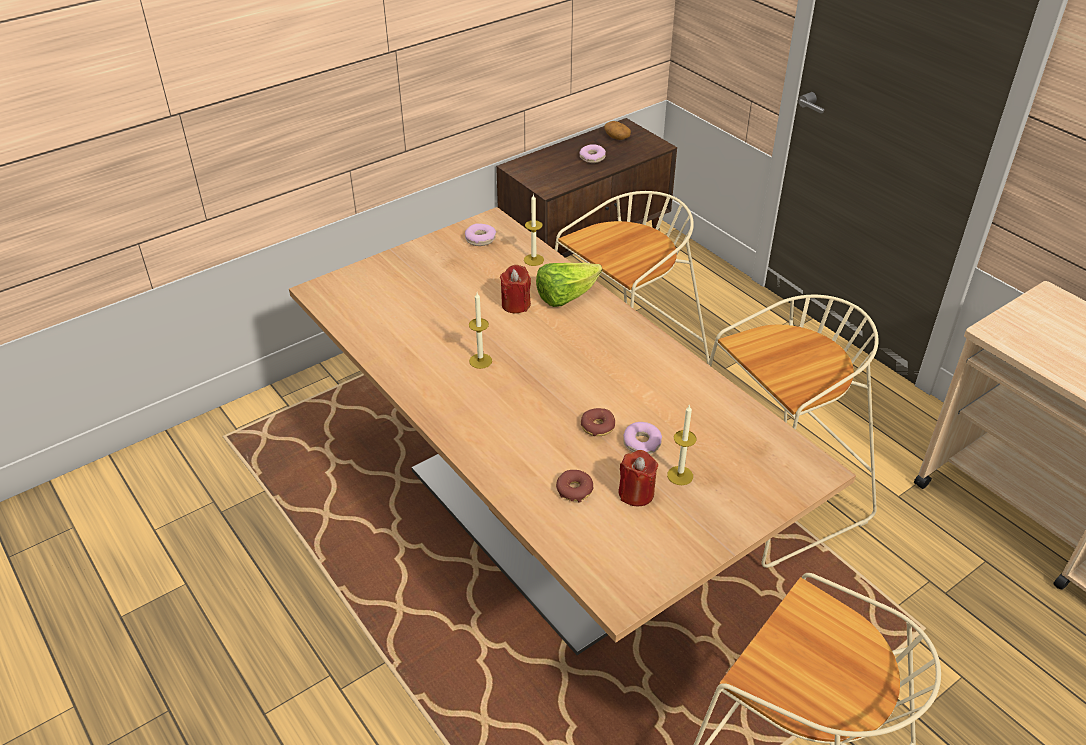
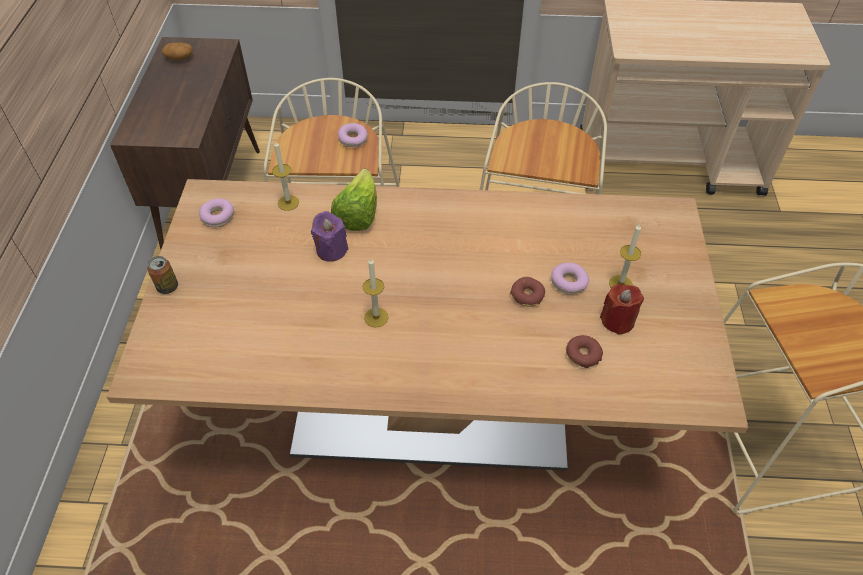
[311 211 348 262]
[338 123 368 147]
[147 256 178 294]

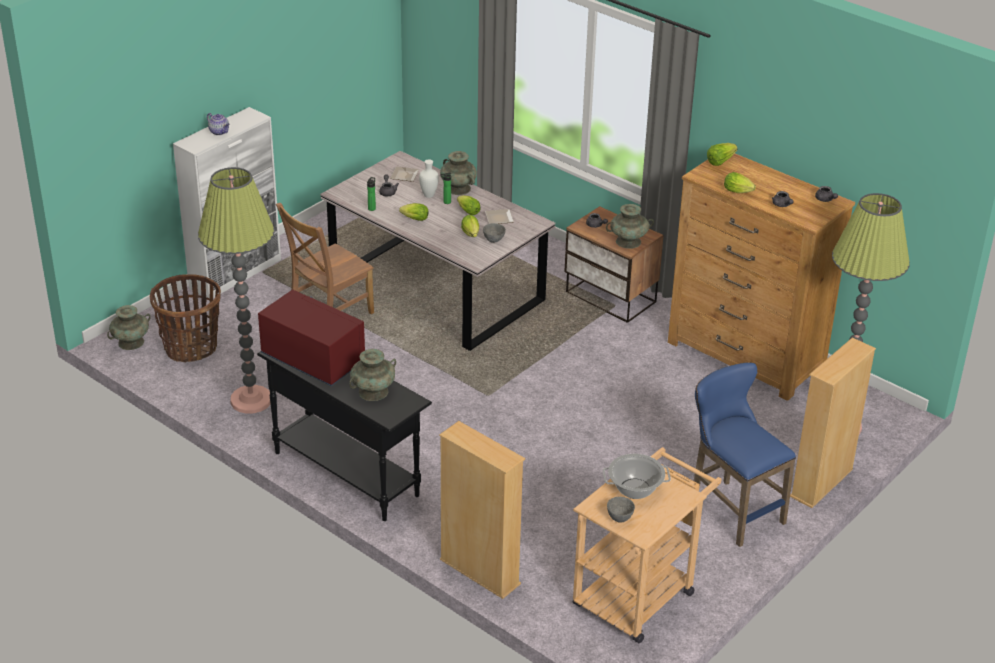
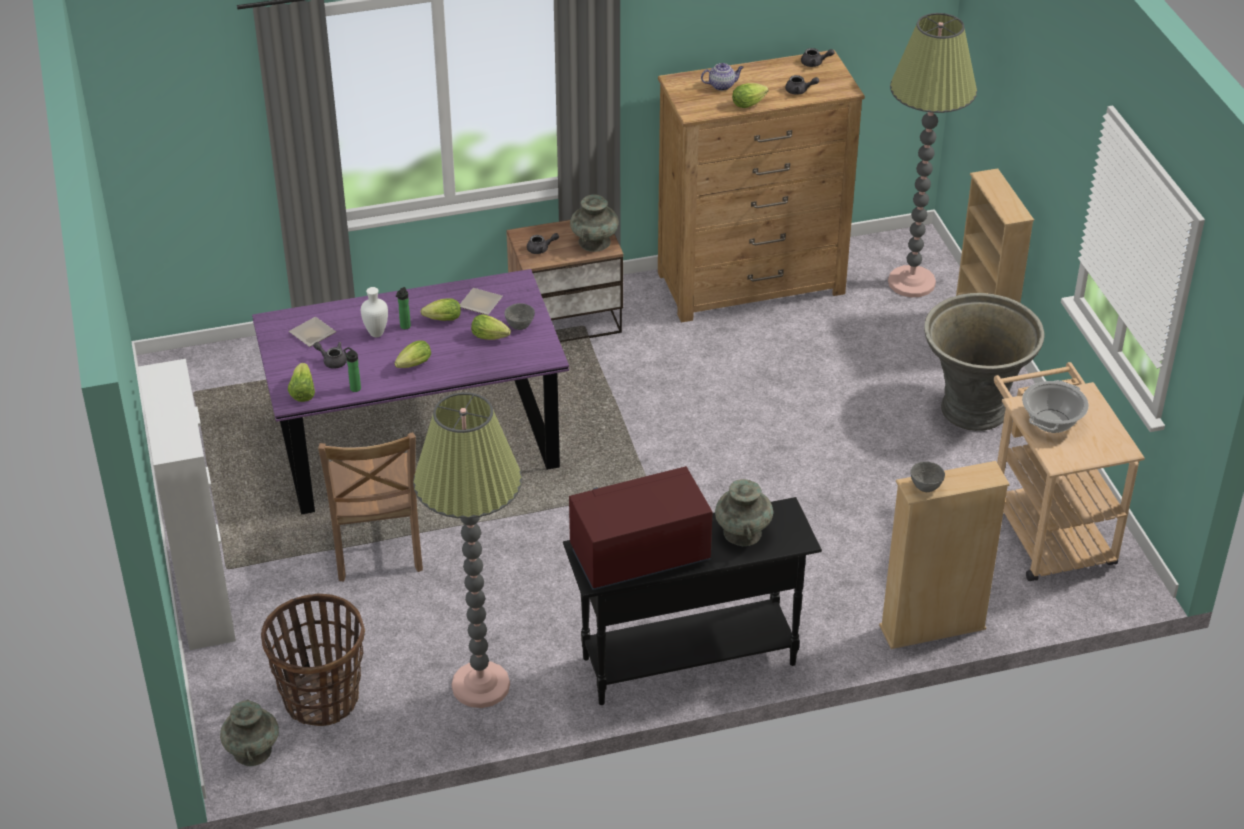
[701 63 744 91]
[252 269 569 515]
[440 151 477 195] (first image)
[910 462 945 492]
[924 293 1045 431]
[288 363 315 402]

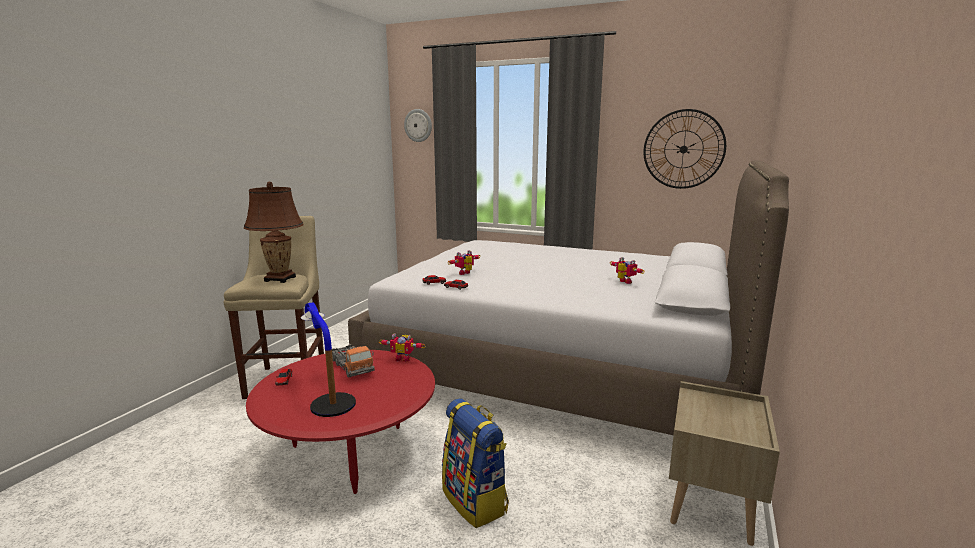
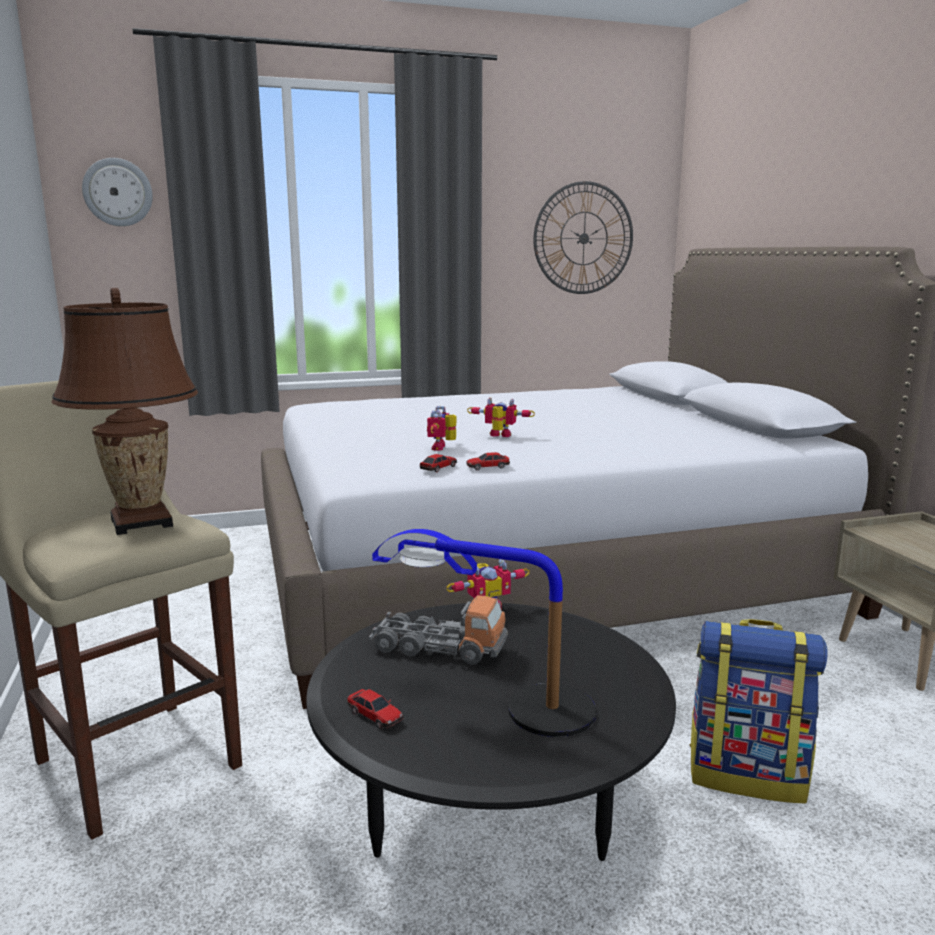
[306 603 676 861]
[467 398 535 437]

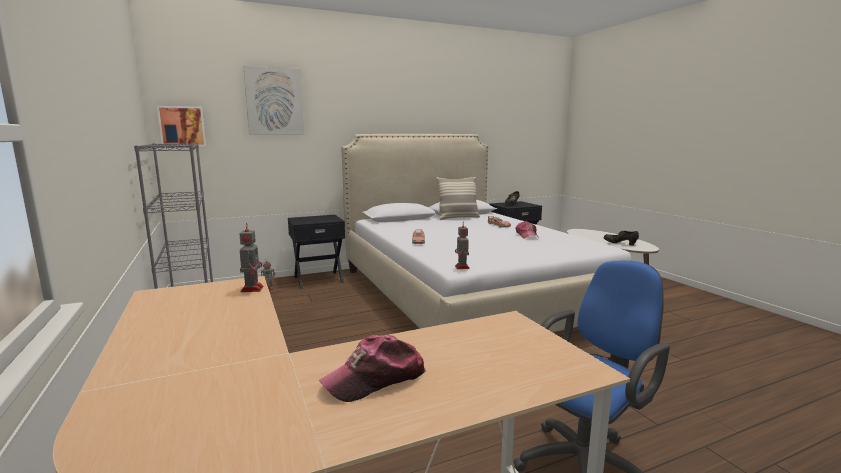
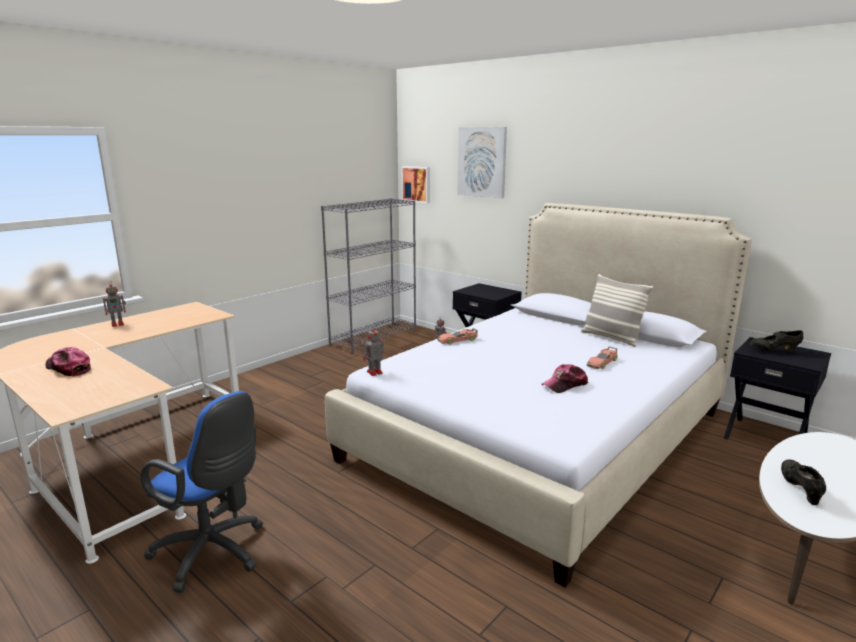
[103 281 126 327]

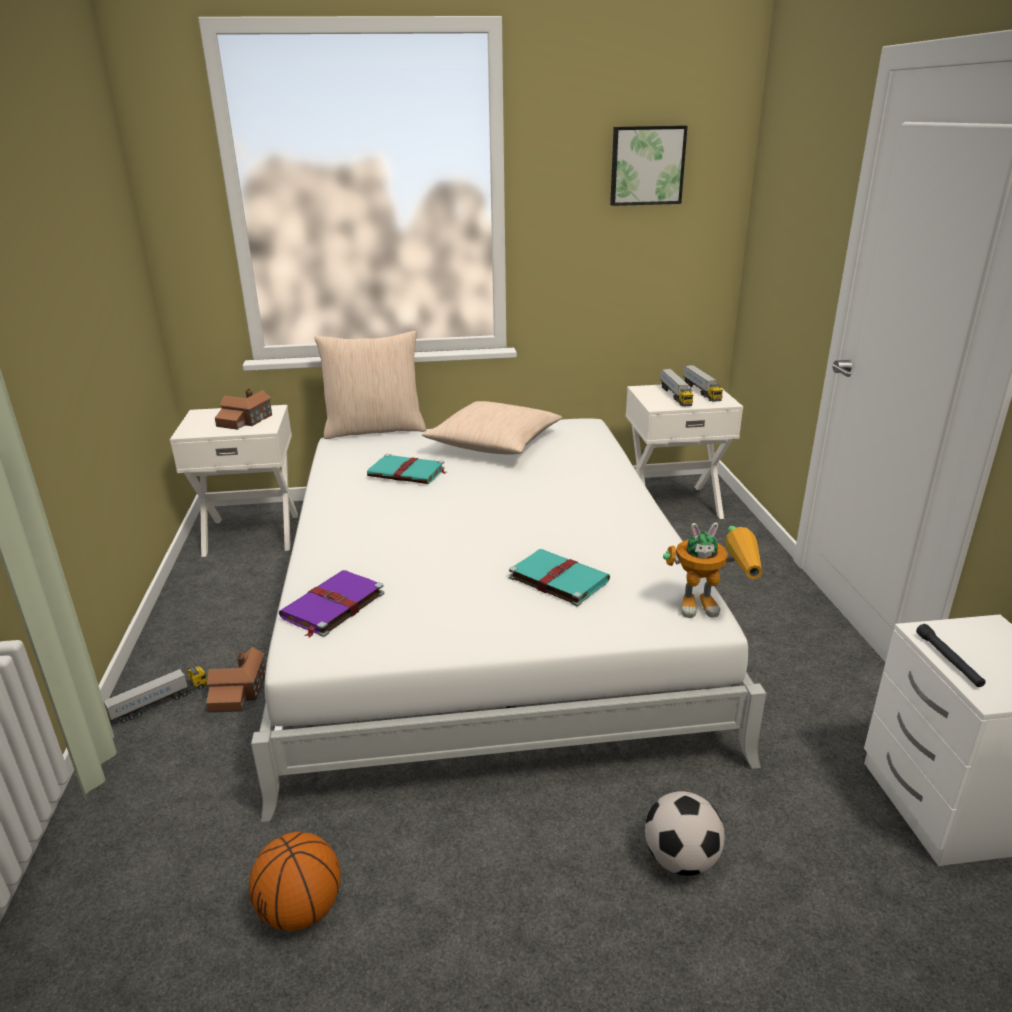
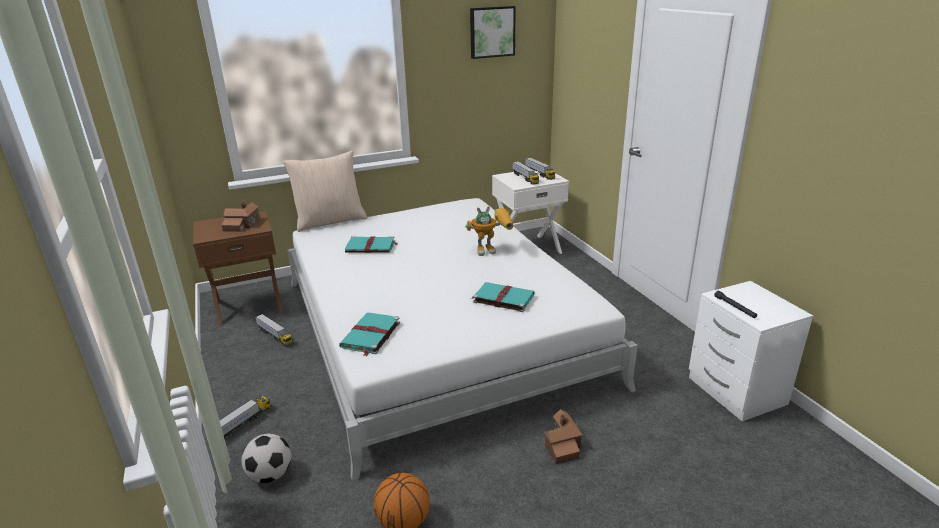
[193 211 283 327]
[544 409 583 464]
[339 313 400 356]
[422 401 563 455] (first image)
[241 434 291 483]
[465 206 513 256]
[255 314 293 347]

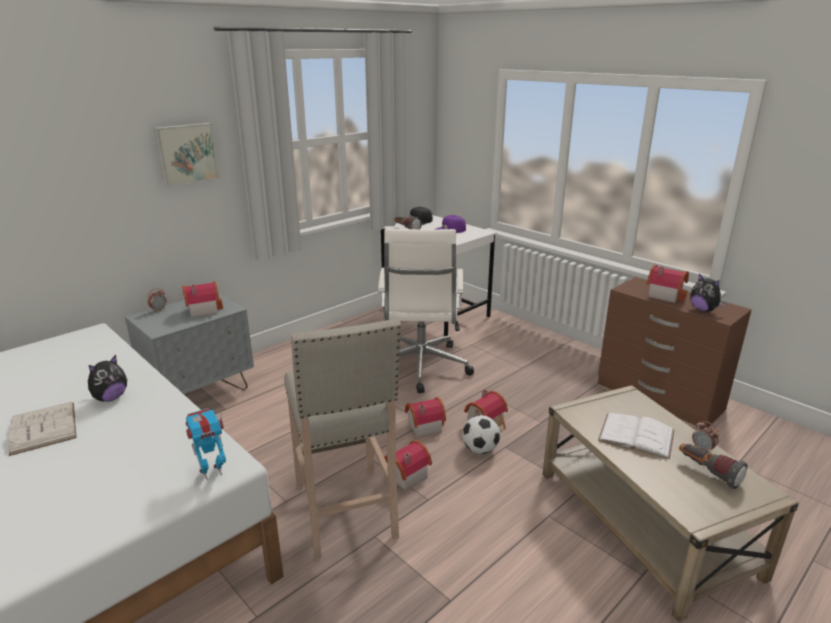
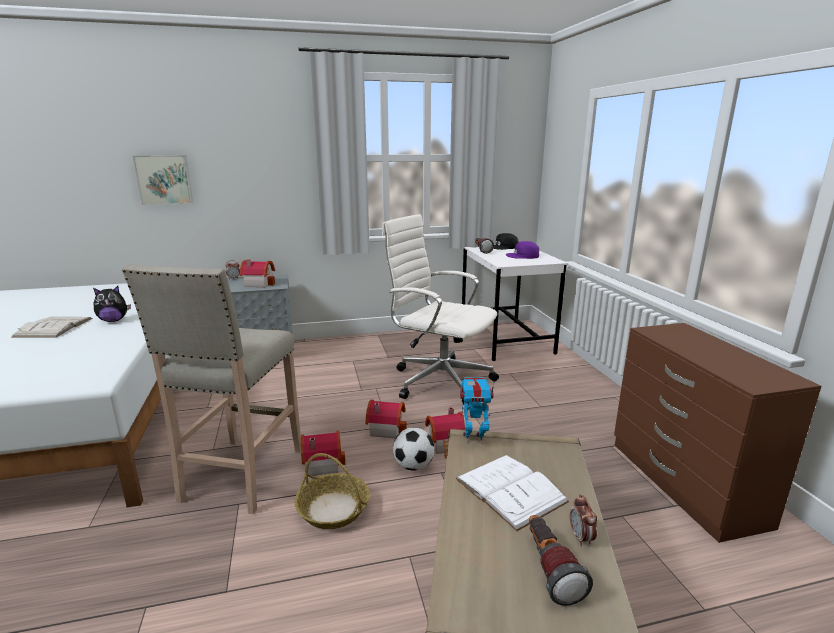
[133 155 193 205]
[460 377 494 444]
[382 214 499 405]
[647 265 689 303] (first image)
[690 274 726 312] (first image)
[294 453 370 529]

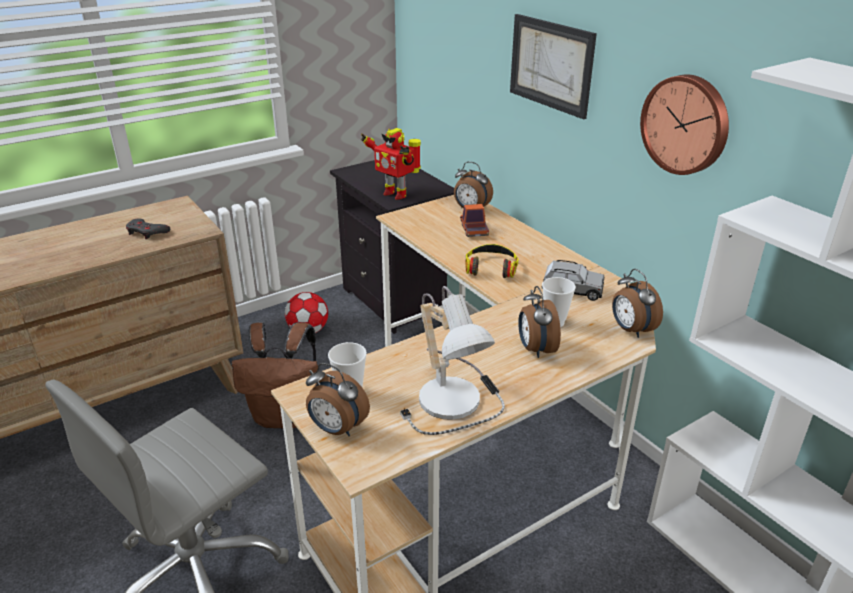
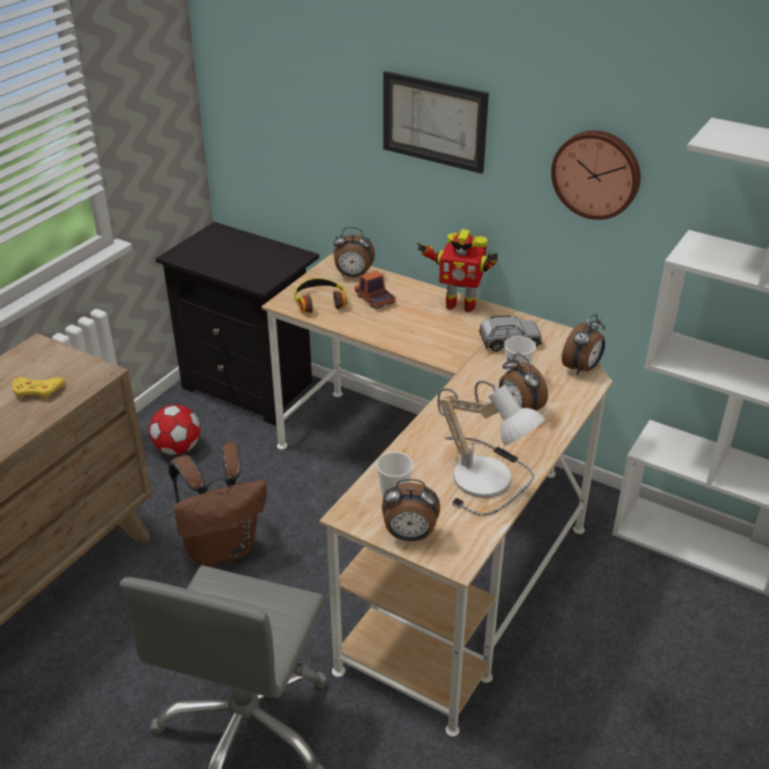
[12 377 65 400]
[417 229 498 312]
[294 278 346 313]
[562 314 605 375]

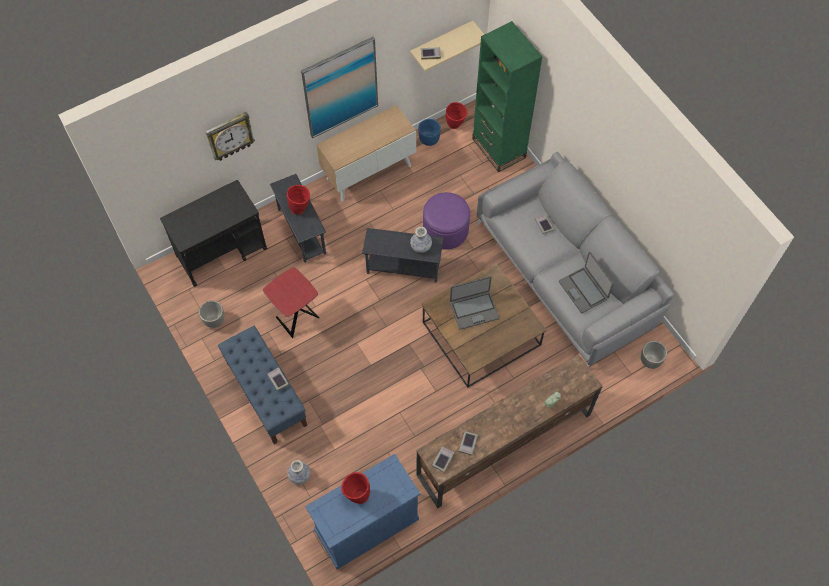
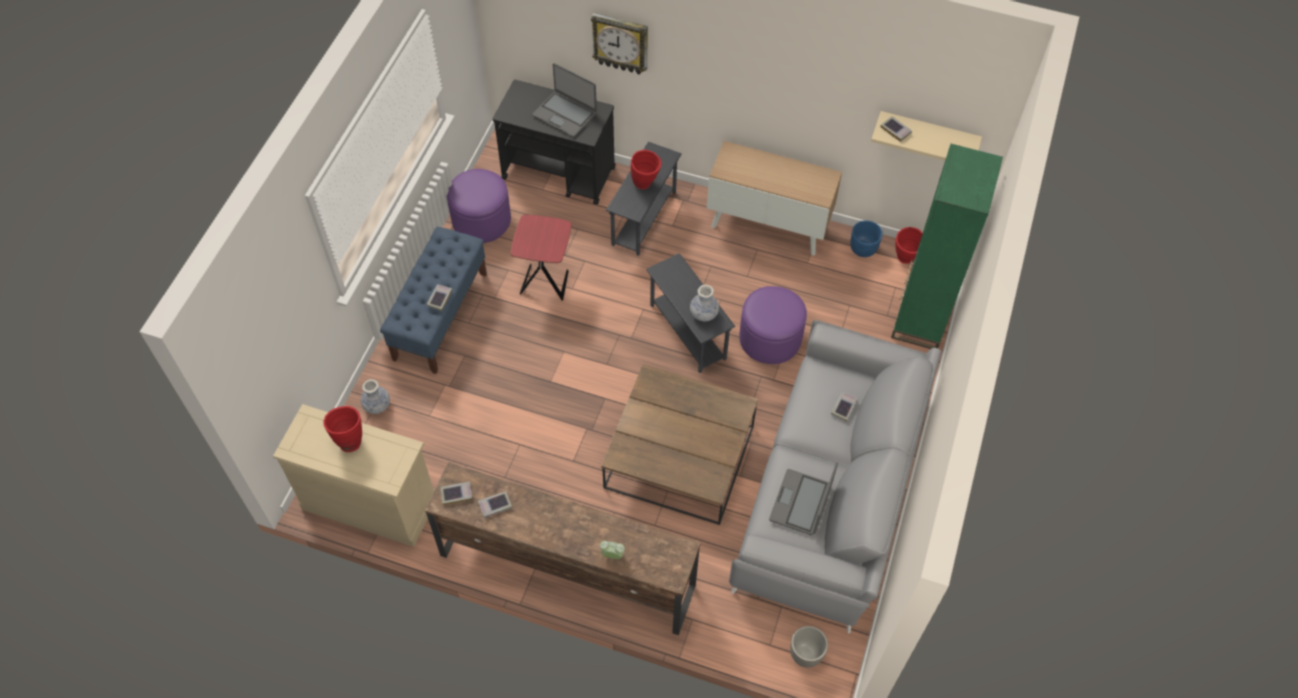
[446 169 511 243]
[301 37 378 138] (first image)
[273 404 435 547]
[533 63 597 137]

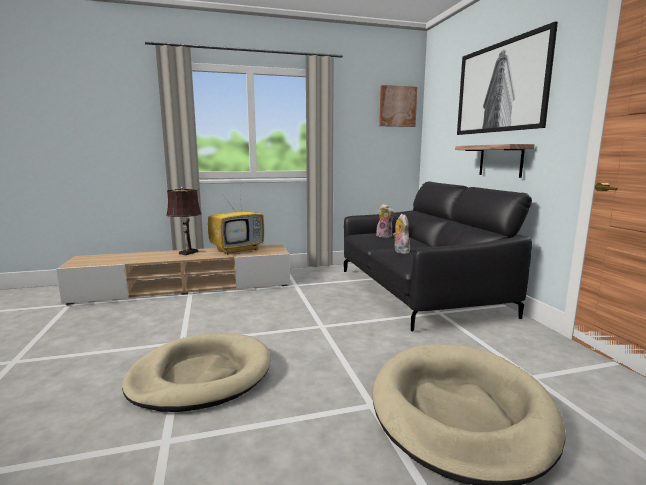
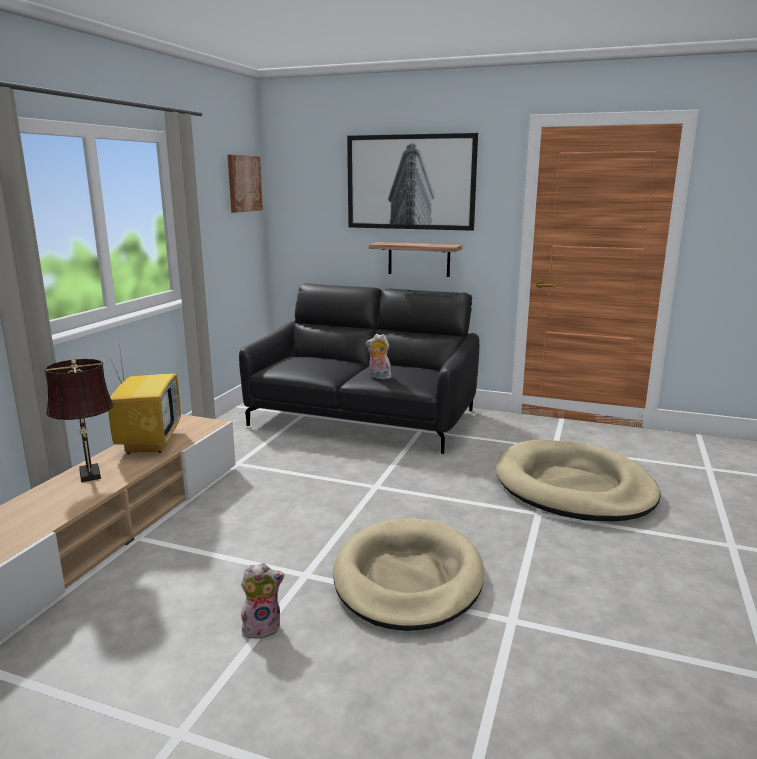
[241 563 285 639]

